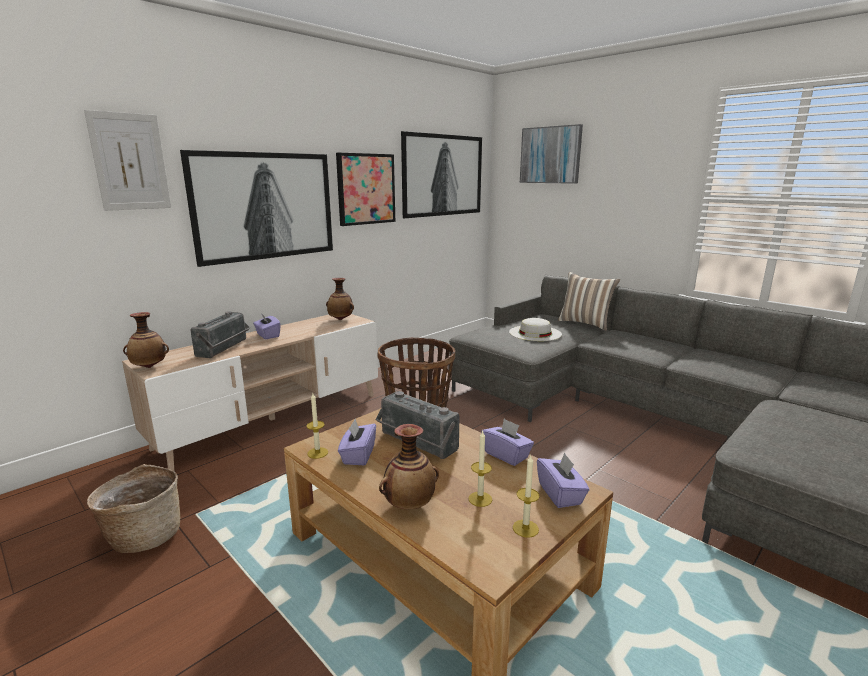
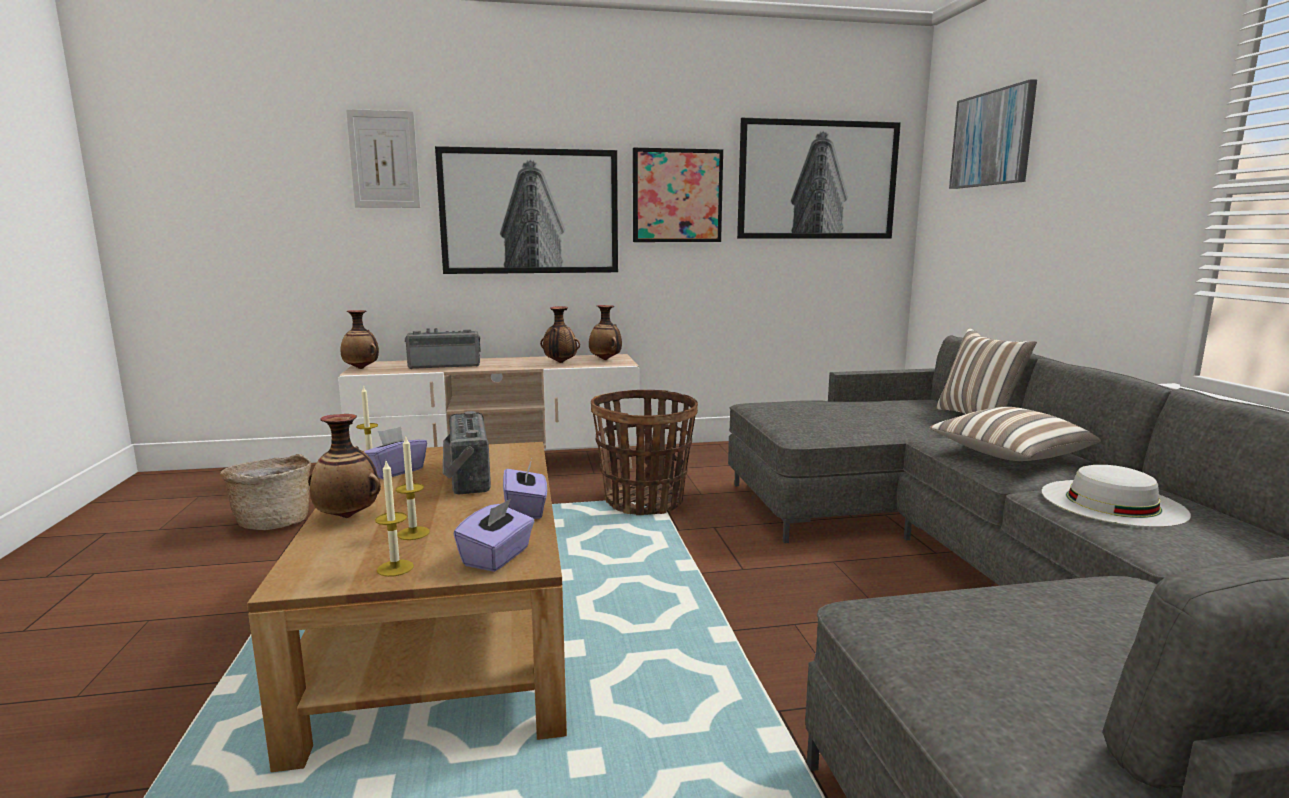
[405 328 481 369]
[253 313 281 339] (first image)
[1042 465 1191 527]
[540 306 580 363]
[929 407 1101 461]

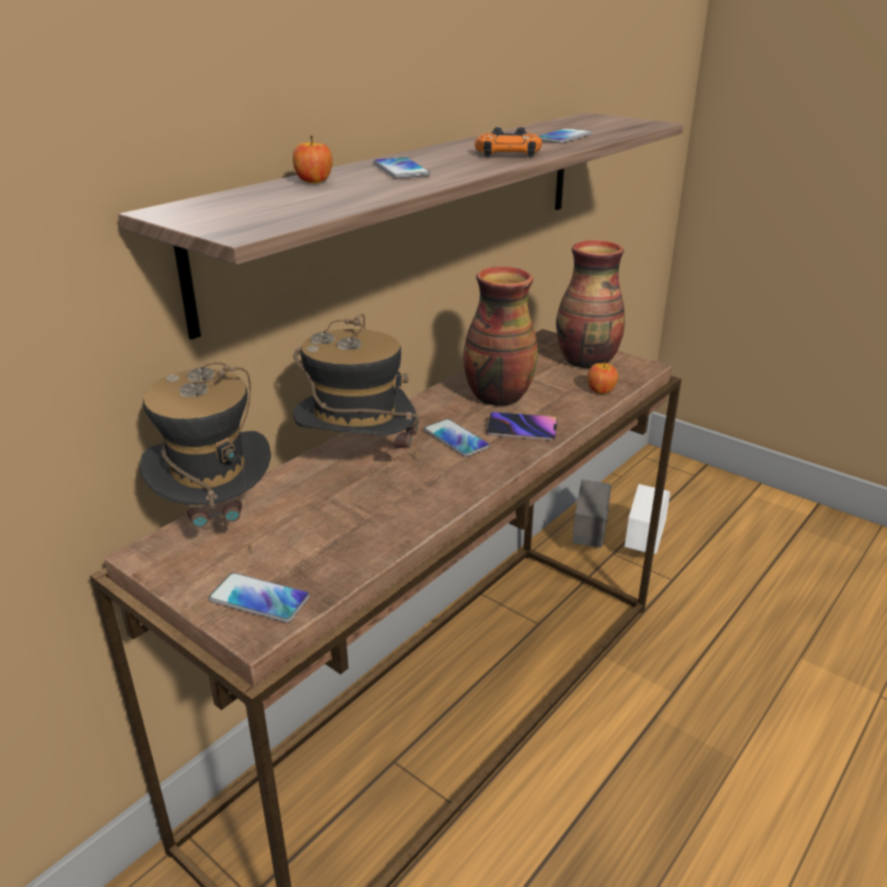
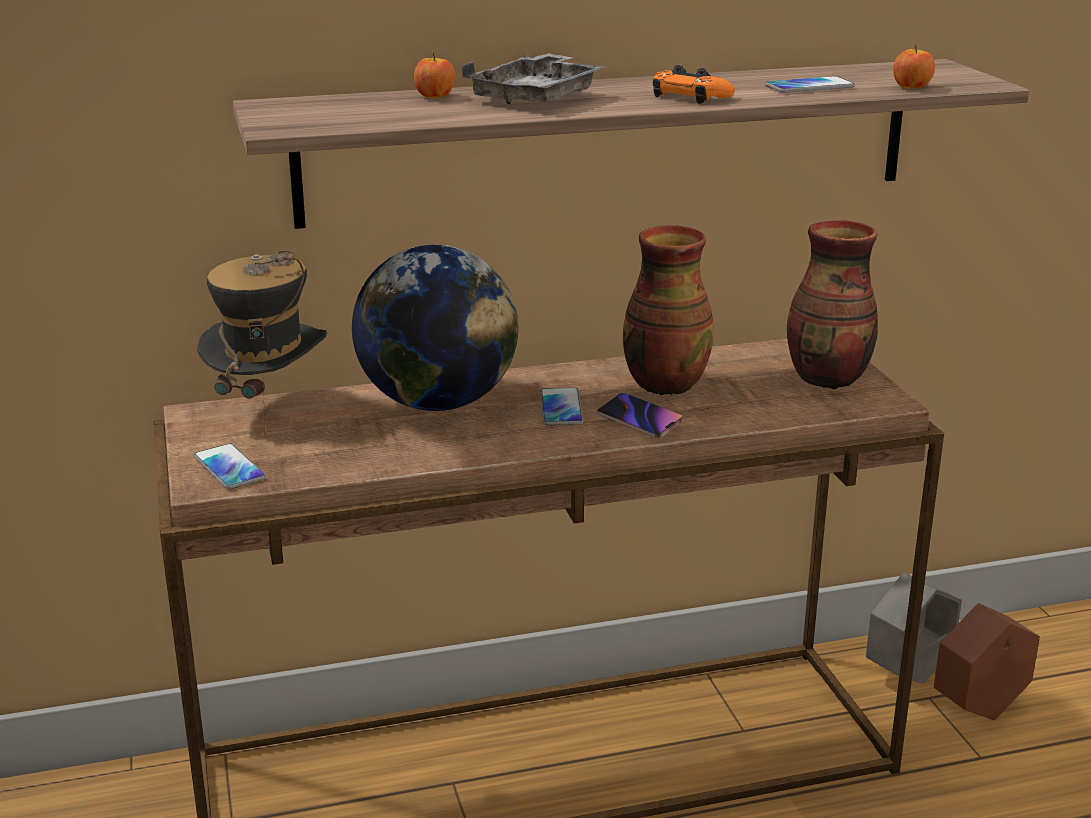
[352 245 518 411]
[462 53 607 104]
[893 43 935 89]
[934 603 1040 720]

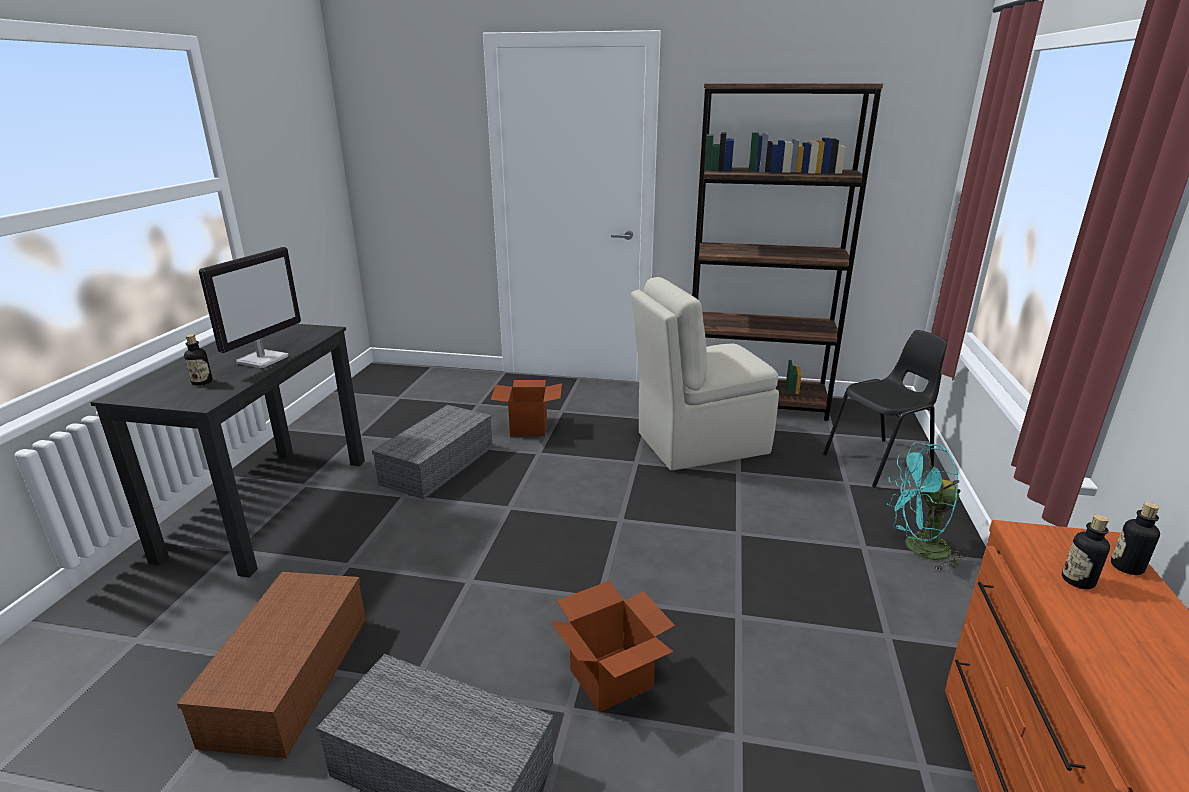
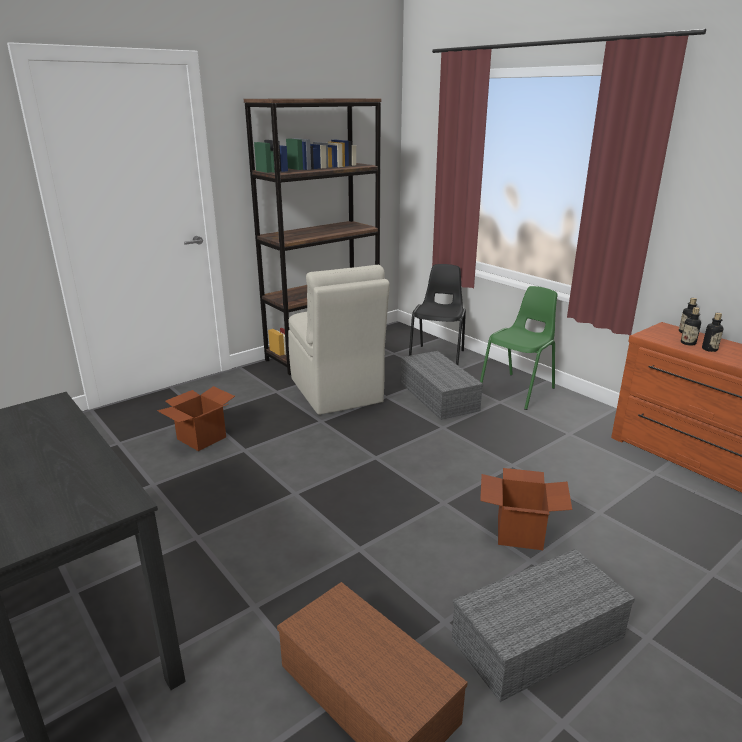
[702 313 724 352]
[199 247 301 368] (first image)
[400 351 483 420]
[288 265 390 415]
[480 286 558 410]

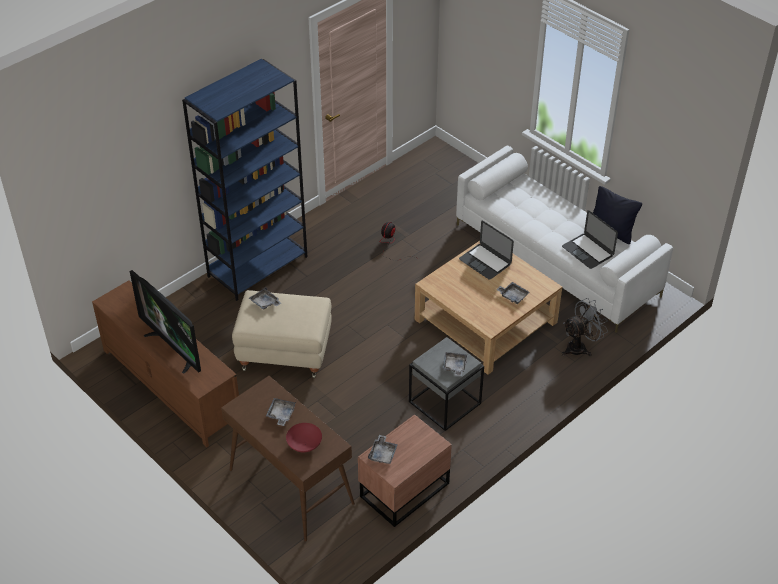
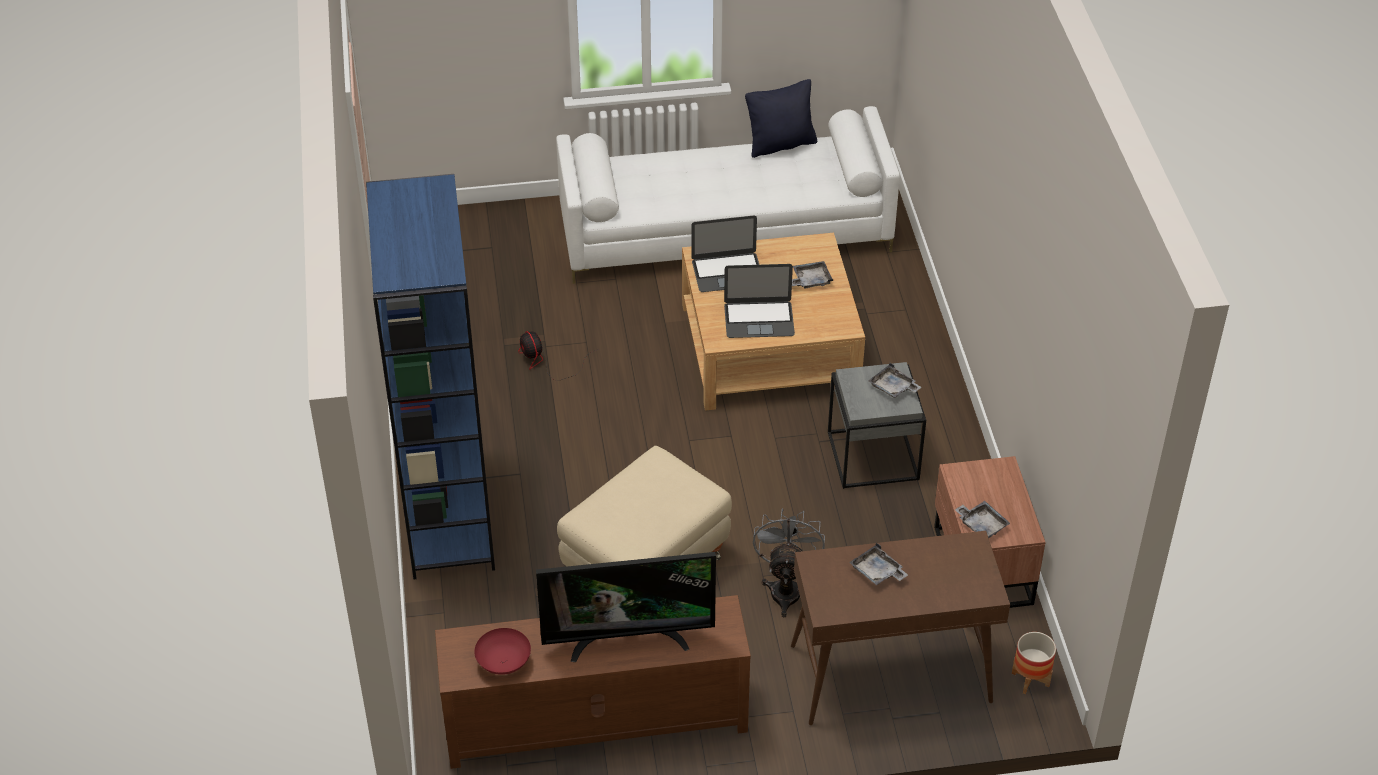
[249 287 281 309] (first image)
[474 628 531 675]
[724 264 795 338]
[753 508 825 617]
[1012 632 1056 694]

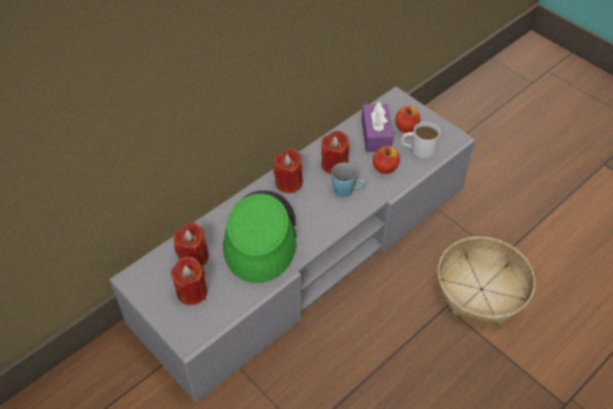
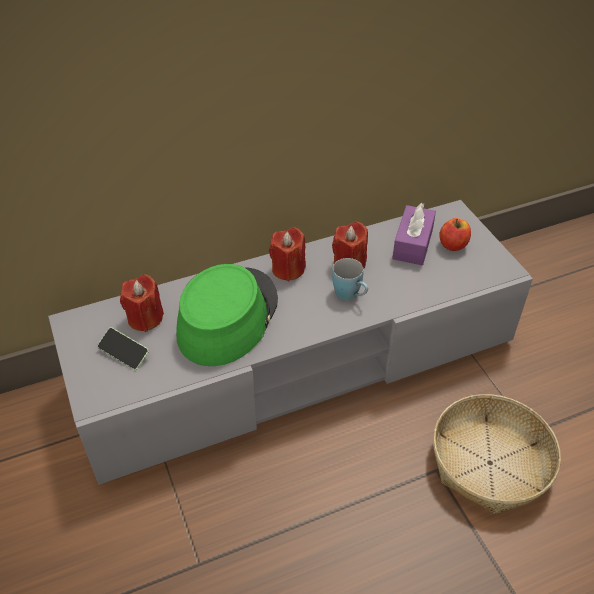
[97 327 149 370]
[373 146 400 174] (first image)
[401 122 440 158] (first image)

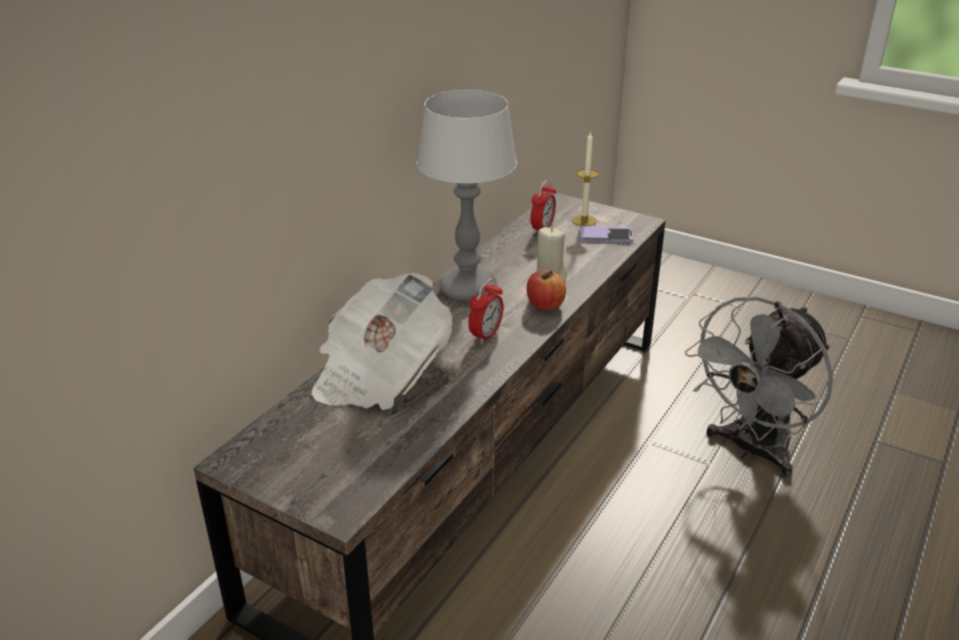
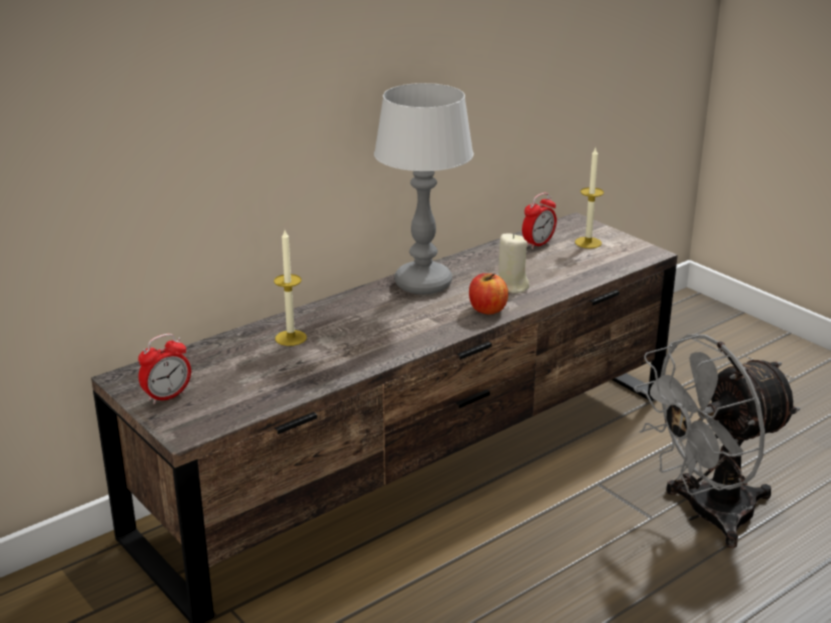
[274 230 307 346]
[138 334 191 404]
[580 226 633 243] (first image)

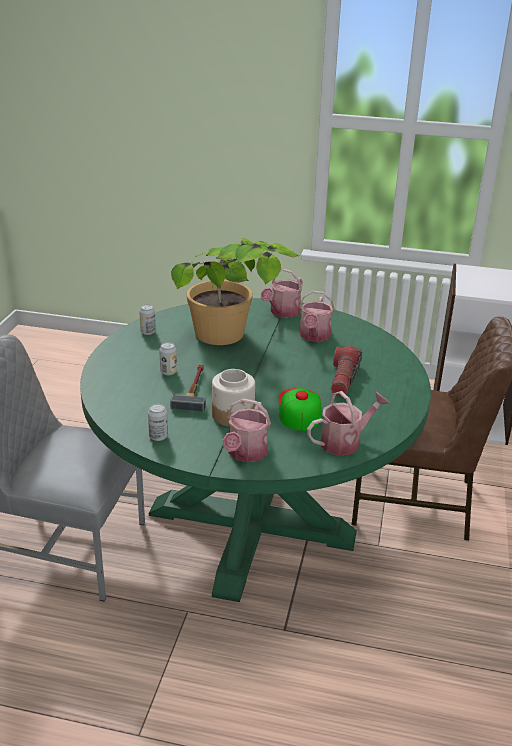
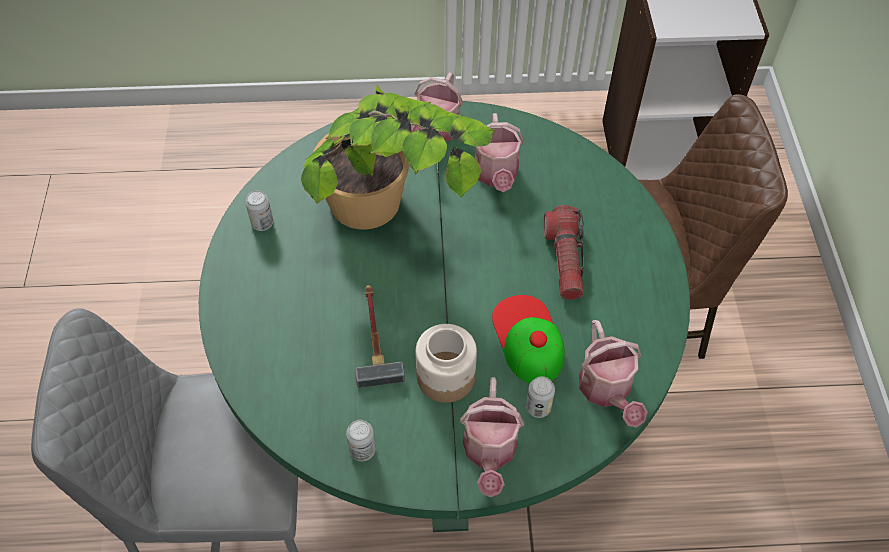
[526 376 555 418]
[579 320 648 428]

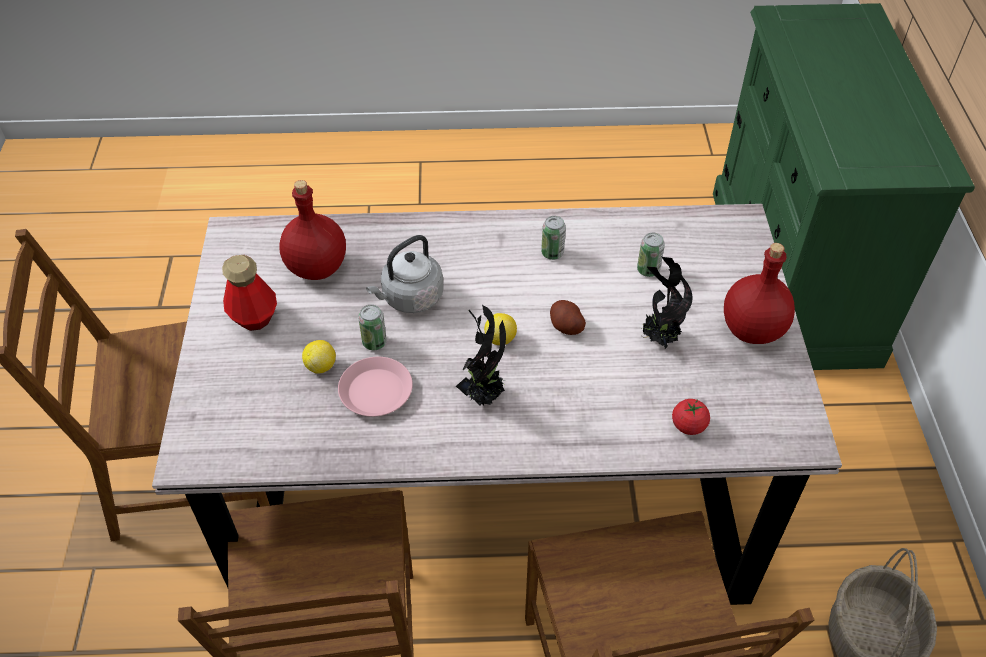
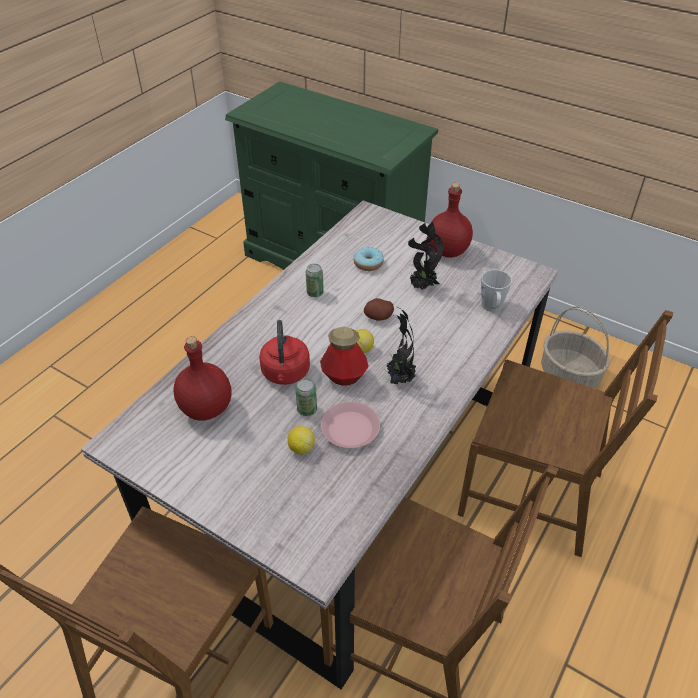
[320 327 369 386]
[259 320 310 385]
[353 247 384 271]
[481 270 512 312]

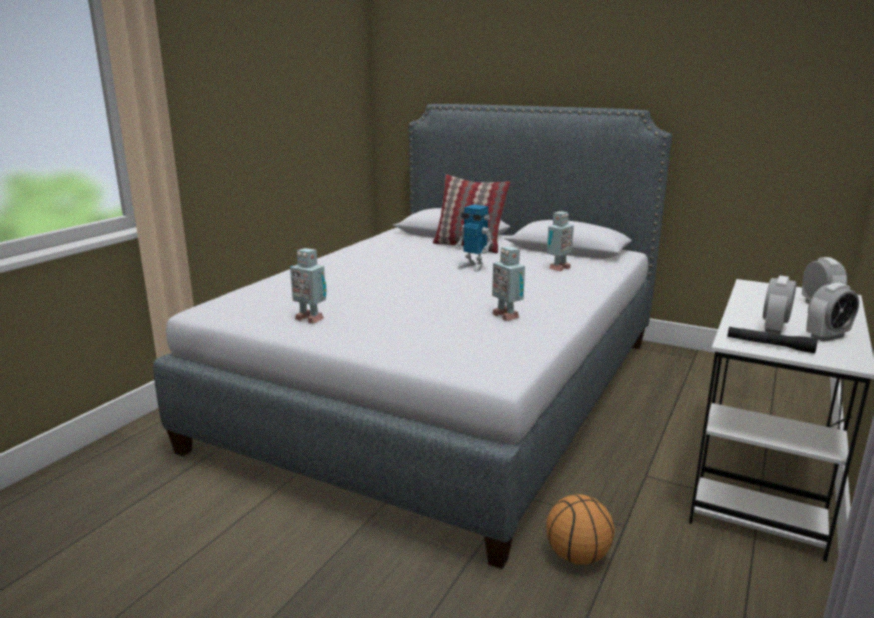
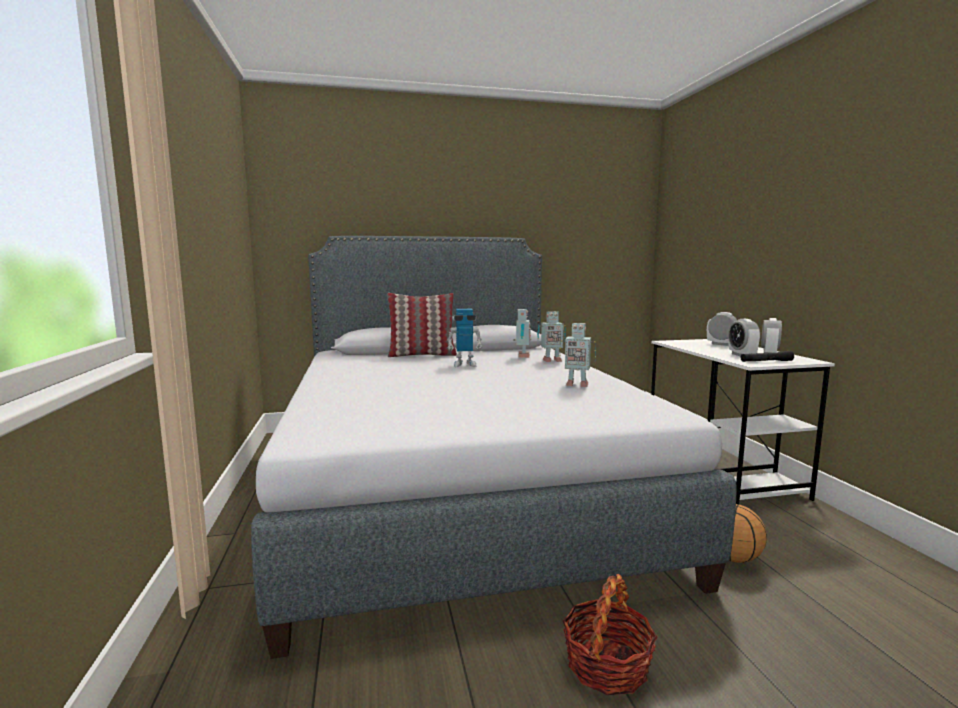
[537 311 566 362]
[563 574 657 695]

